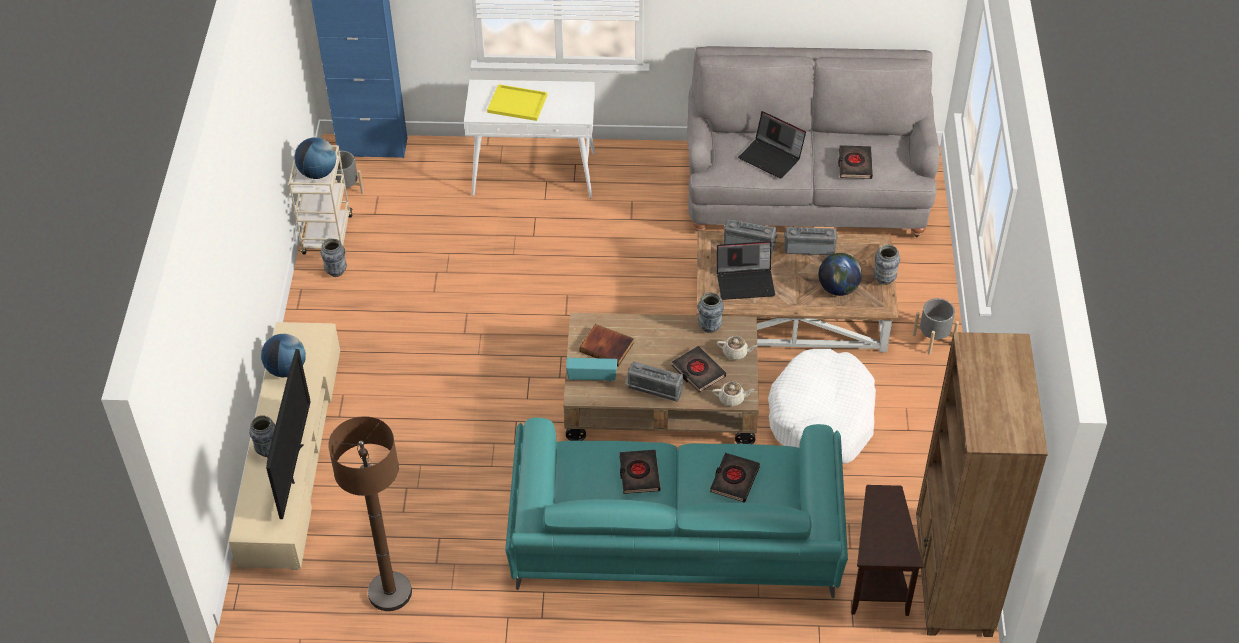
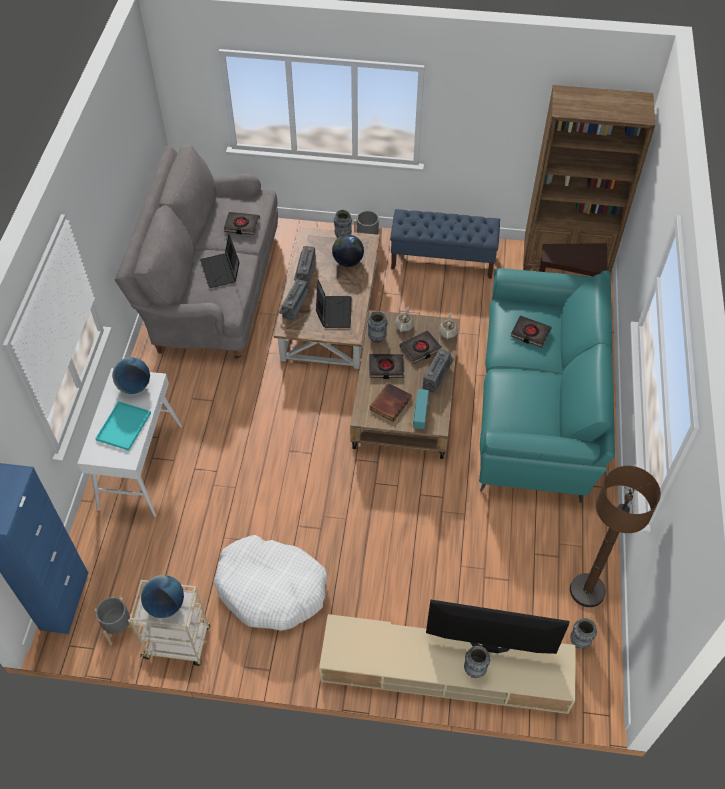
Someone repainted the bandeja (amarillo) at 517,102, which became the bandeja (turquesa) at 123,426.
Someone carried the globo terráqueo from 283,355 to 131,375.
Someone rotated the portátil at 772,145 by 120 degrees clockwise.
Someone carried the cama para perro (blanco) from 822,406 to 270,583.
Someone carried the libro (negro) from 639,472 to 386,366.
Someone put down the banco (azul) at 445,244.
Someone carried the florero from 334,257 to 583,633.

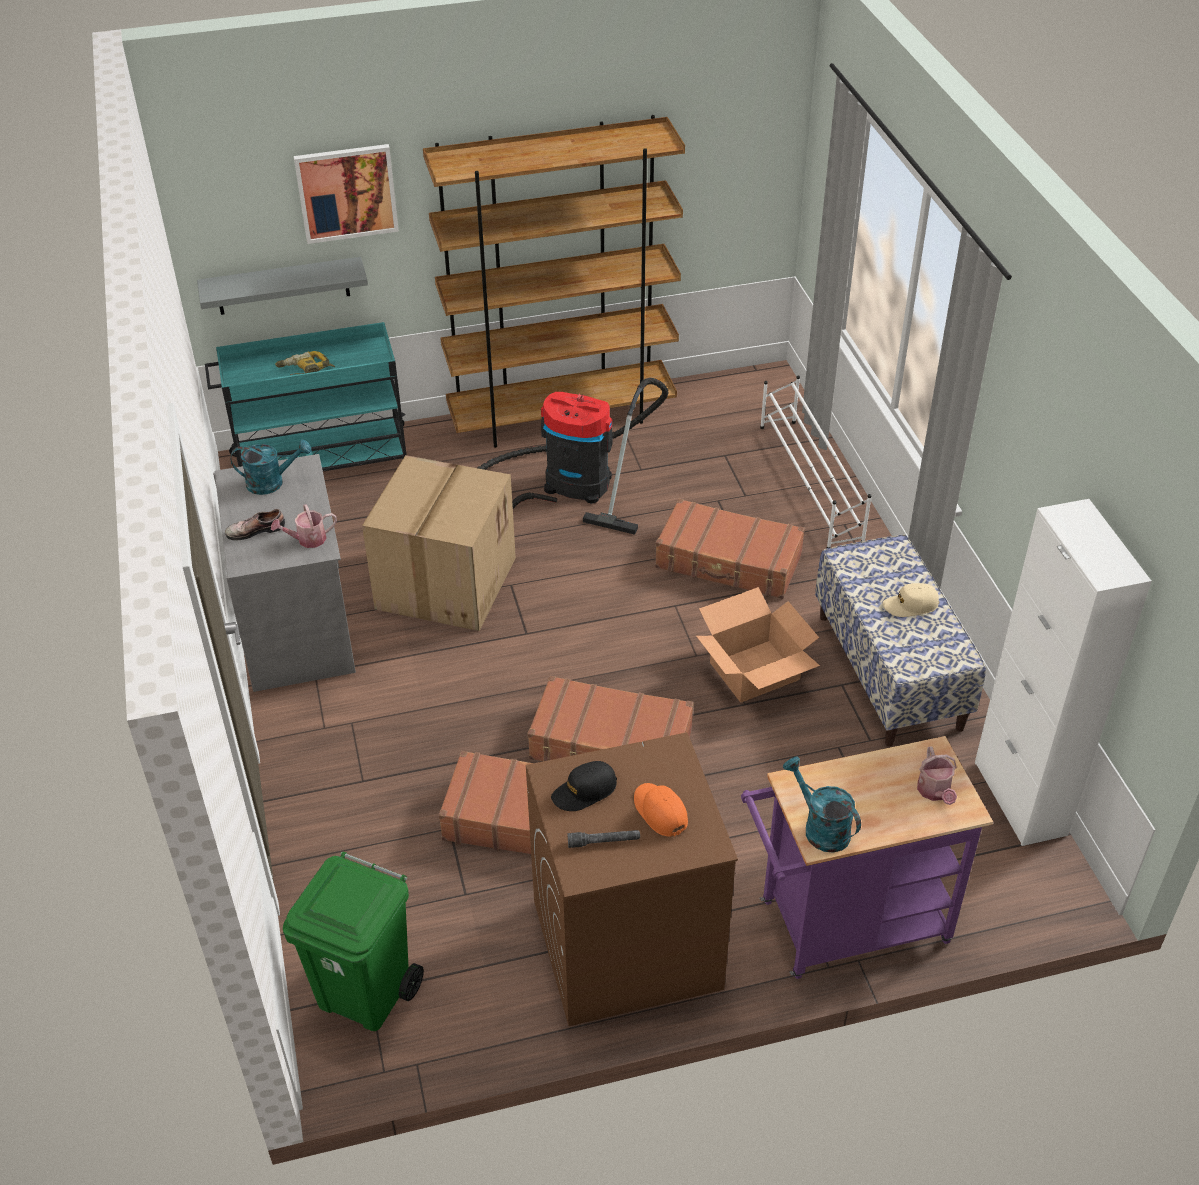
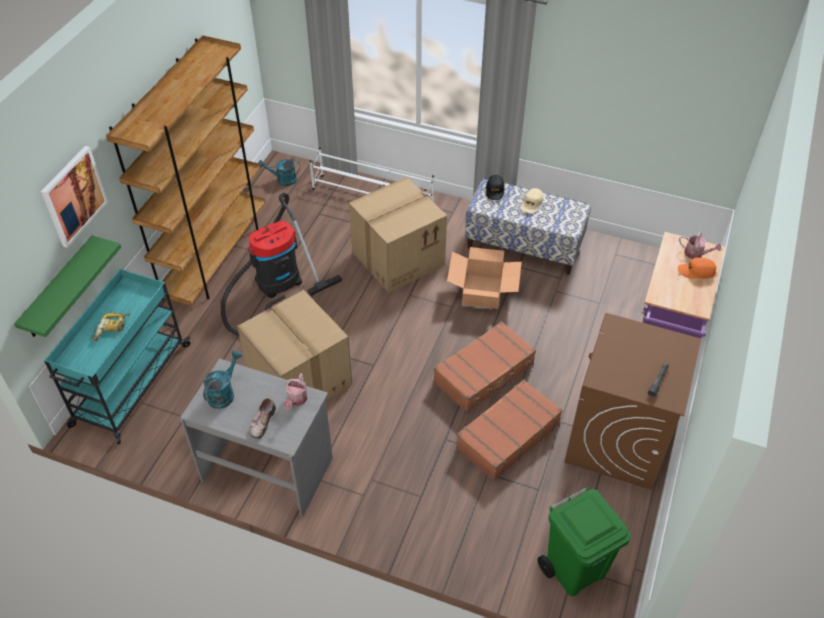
Someone repainted the estante (gris) at 282,286, which became the estante (verde) at 67,286.
Someone carried the regadera (turquesa) from 822,804 to 279,172.
Someone swapped the maleta (marrón) at 730,549 for the caja de cartón at 398,235.
Someone carried the gorra (negro) from 584,786 to 495,187.
Someone carried the gorra (naranja) from 661,810 to 697,268.
Someone took away the armario (blanco) at 1063,672.

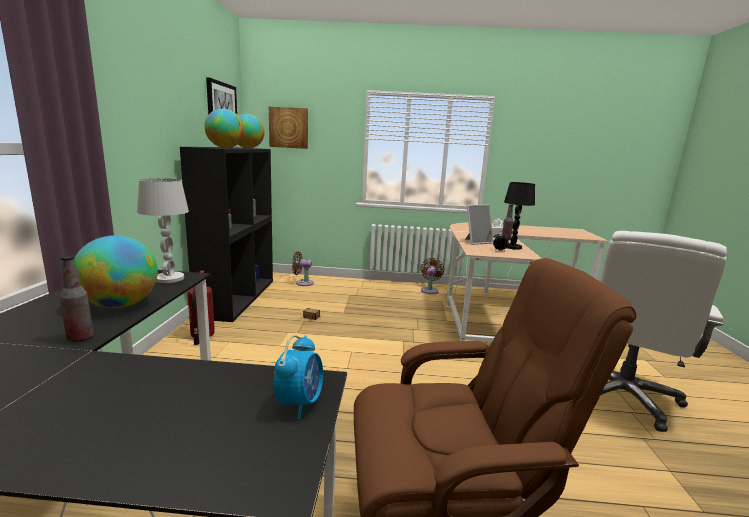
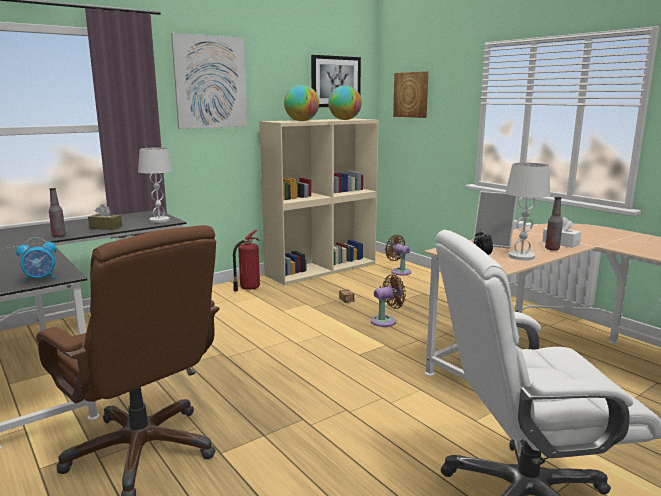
Someone swapped the globo terráqueo at 116,271 for the caja de pañuelos (marrón) at 105,217.
Someone put up the cuadro at 209,81.
Someone repainted the estantería (negro) at 226,234, which became the estantería (beis) at 319,202.
Someone carried the ventilador (marrón) from 432,276 to 388,300.
Someone repainted the lámpara de mesa (negro) at 519,216, which became the lámpara de mesa (blanco) at 528,212.

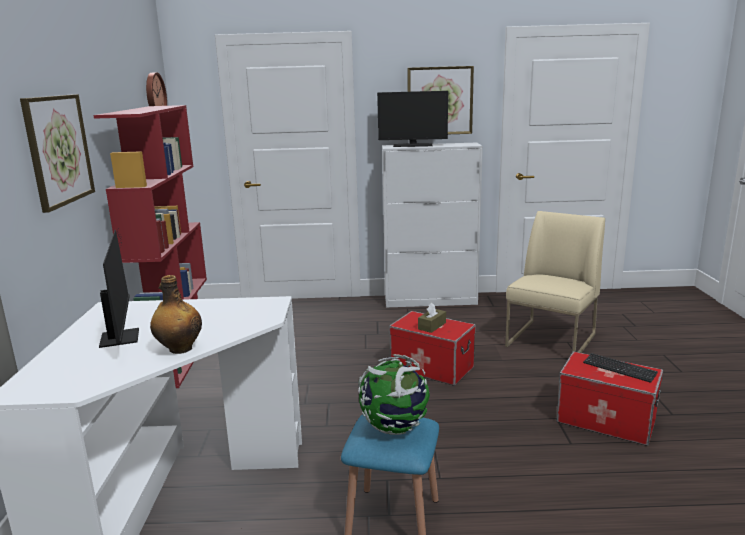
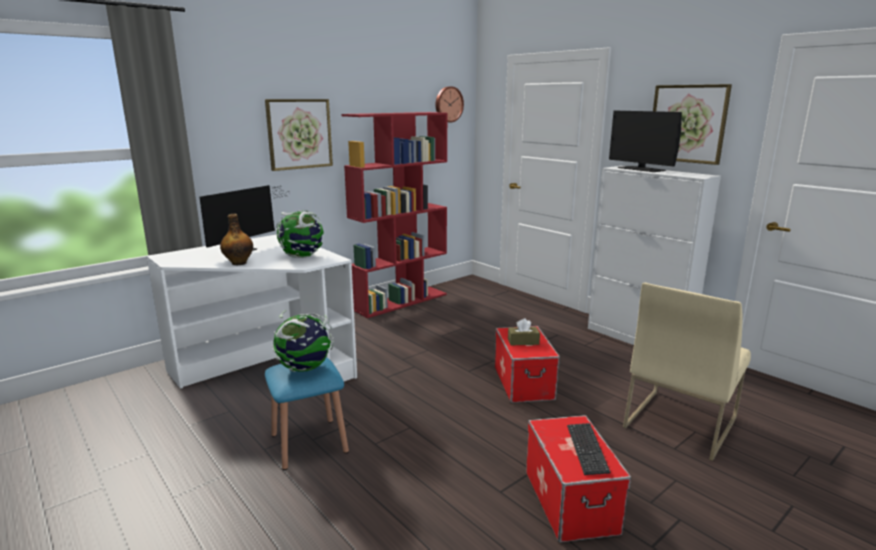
Someone put down the globo terráqueo at 300,234.
Someone rotated the silla (beis) at 555,282 by 135 degrees clockwise.

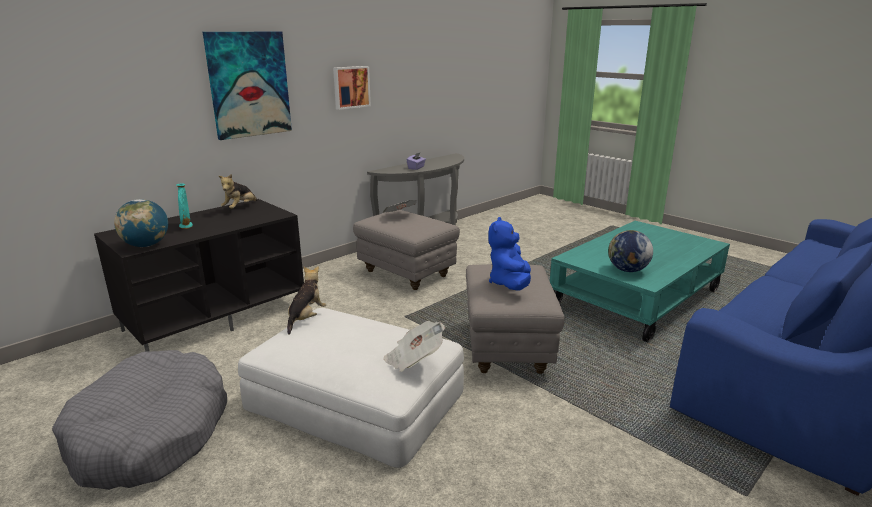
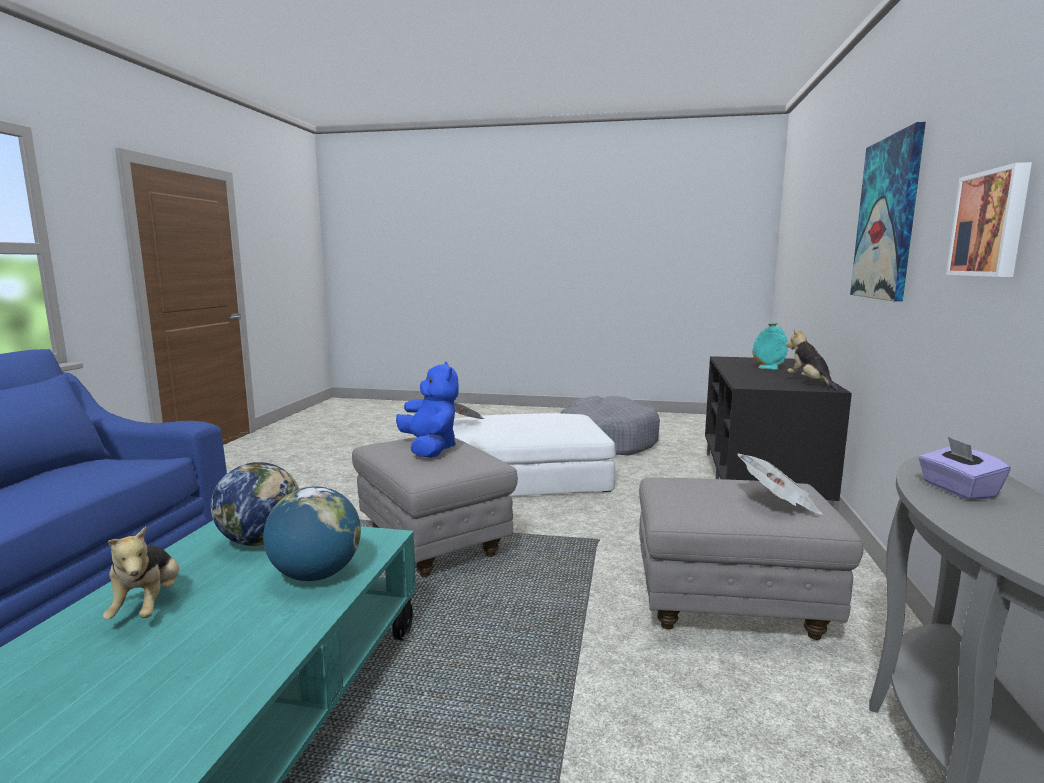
Someone carried the peluche from 306,300 to 141,572.
Someone carried the globo terráqueo from 141,223 to 312,533.

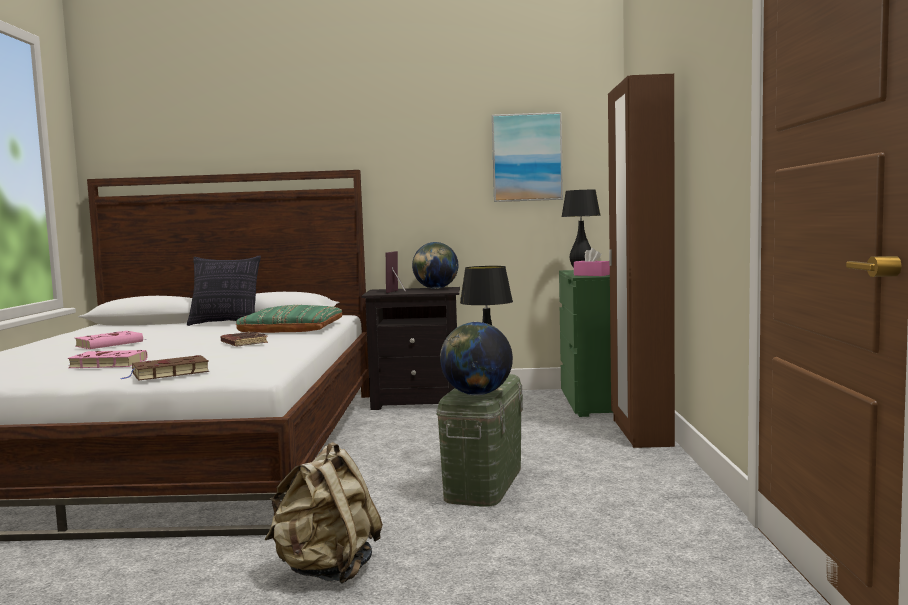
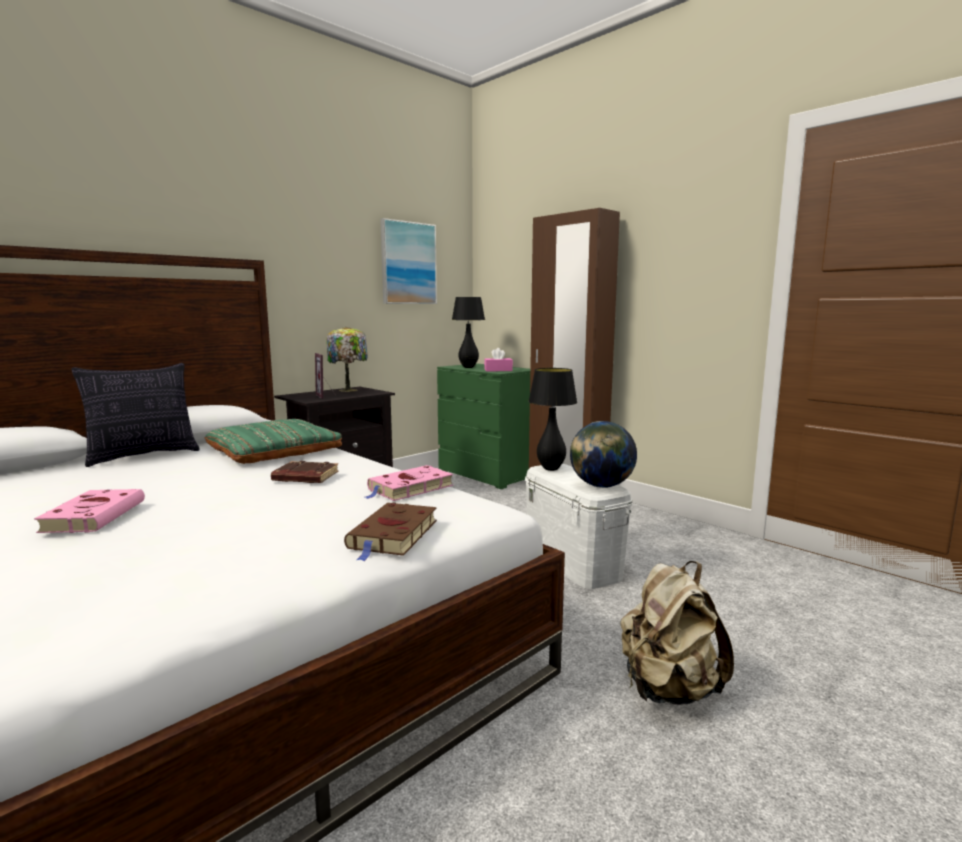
Someone swapped the globo terráqueo at 435,265 for the lámpara de mesa at 347,359.
Someone carried the libro (rosa) from 107,359 to 409,483.
Someone repainted the caja de almacenaje (verde) at 479,440, which became the caja de almacenaje (blanco) at 578,526.

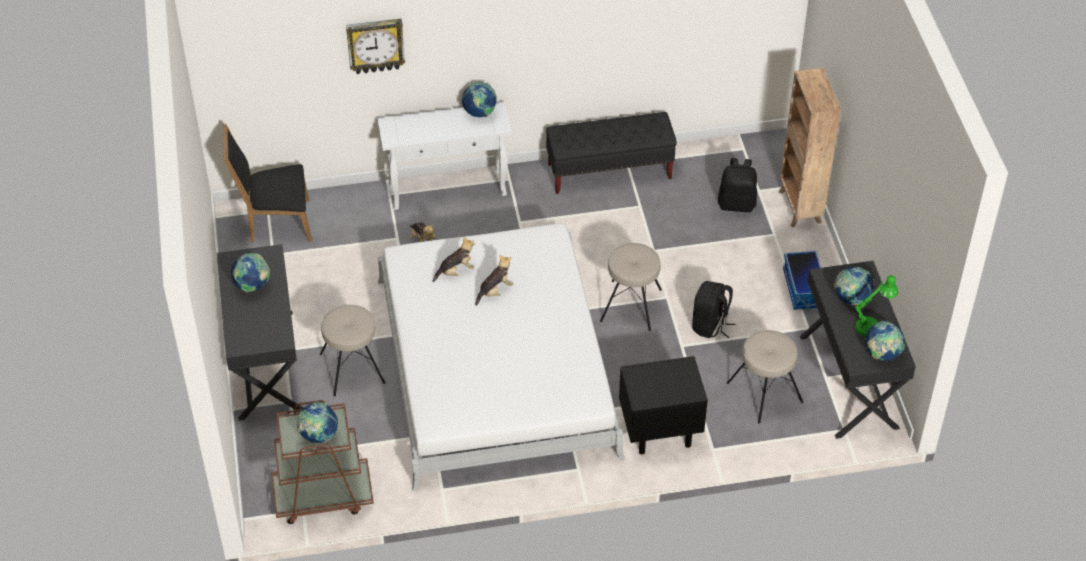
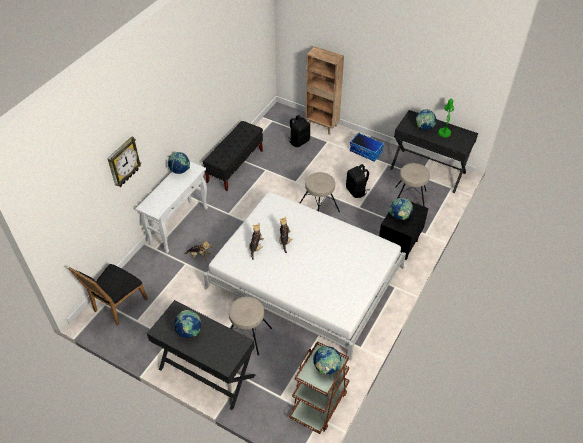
Someone carried the globo terráqueo from 885,341 to 401,209.

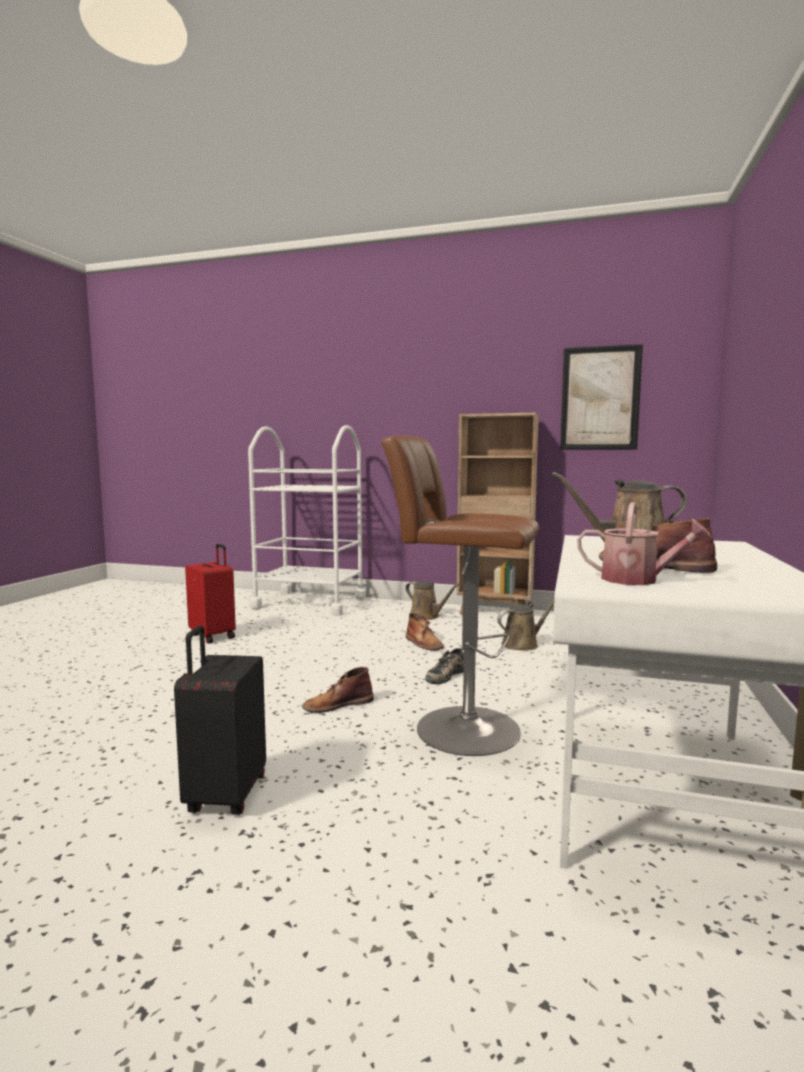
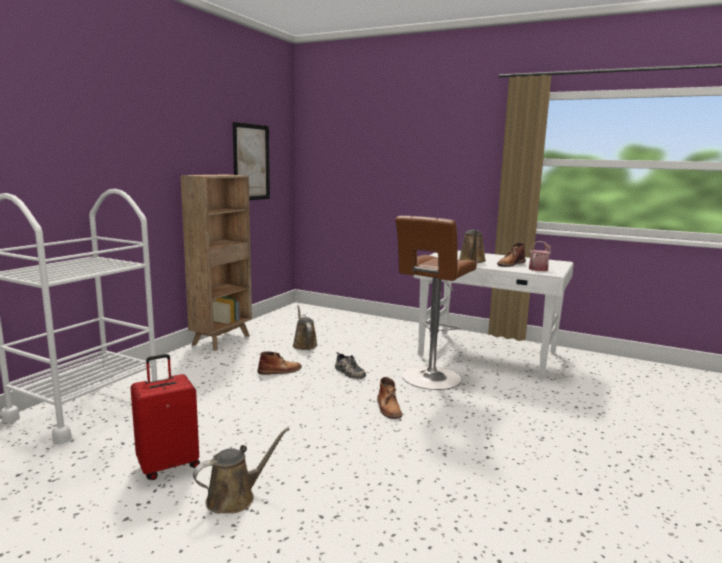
Someone carried the regadera (marrón) from 432,600 to 241,470.
Someone took away the maleta (negro) at 220,720.

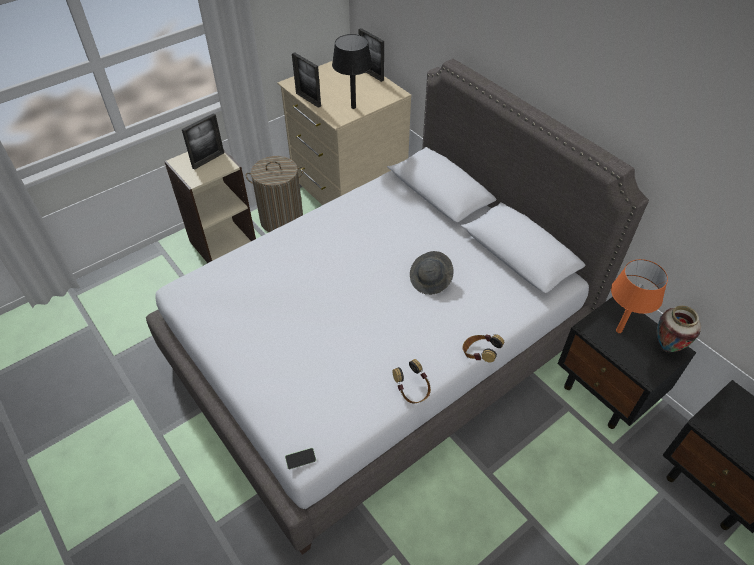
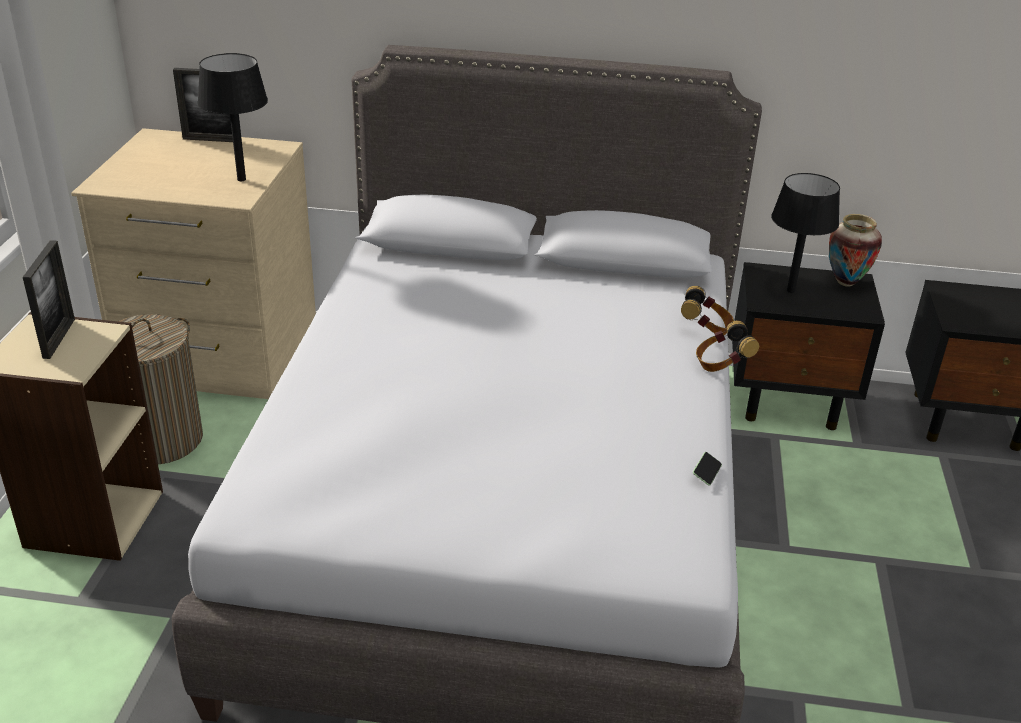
Someone carried the auriculares from 412,381 to 707,310.
Someone carried the móvil from 300,458 to 707,469.
Someone repainted the lámpara de mesa (naranja) at 639,296, which became the lámpara de mesa (negro) at 805,233.
Someone took away the portarretratos at 306,80.
Someone took away the sombrero (gris) at 431,273.

